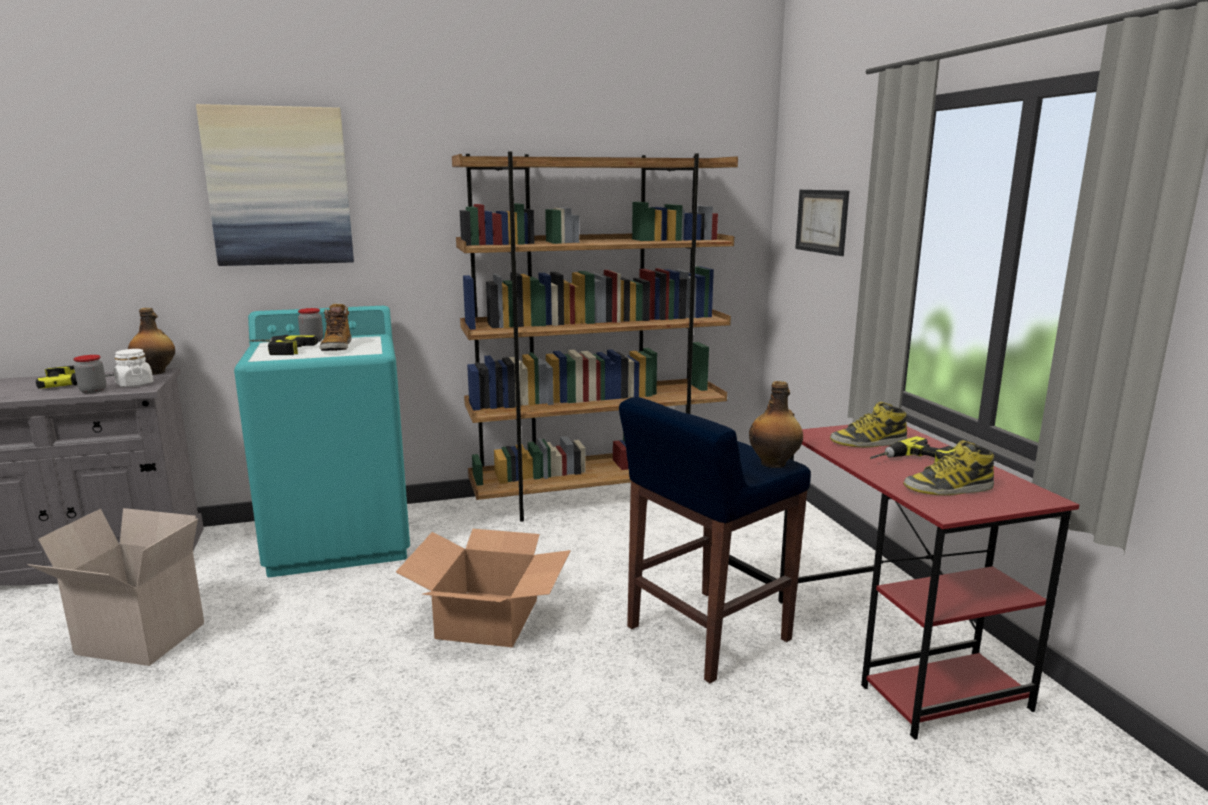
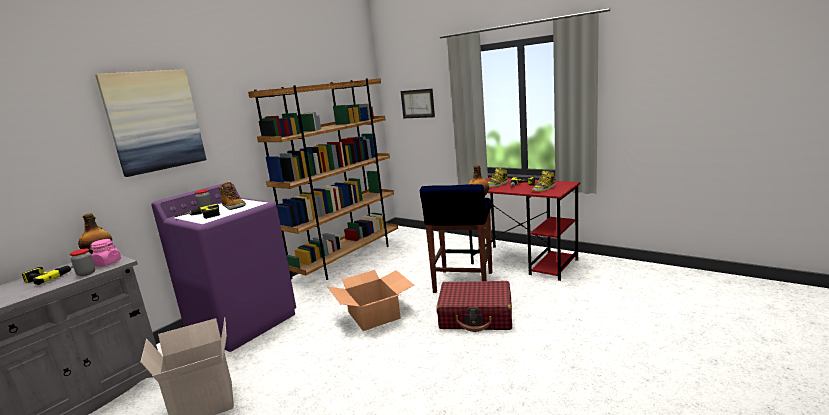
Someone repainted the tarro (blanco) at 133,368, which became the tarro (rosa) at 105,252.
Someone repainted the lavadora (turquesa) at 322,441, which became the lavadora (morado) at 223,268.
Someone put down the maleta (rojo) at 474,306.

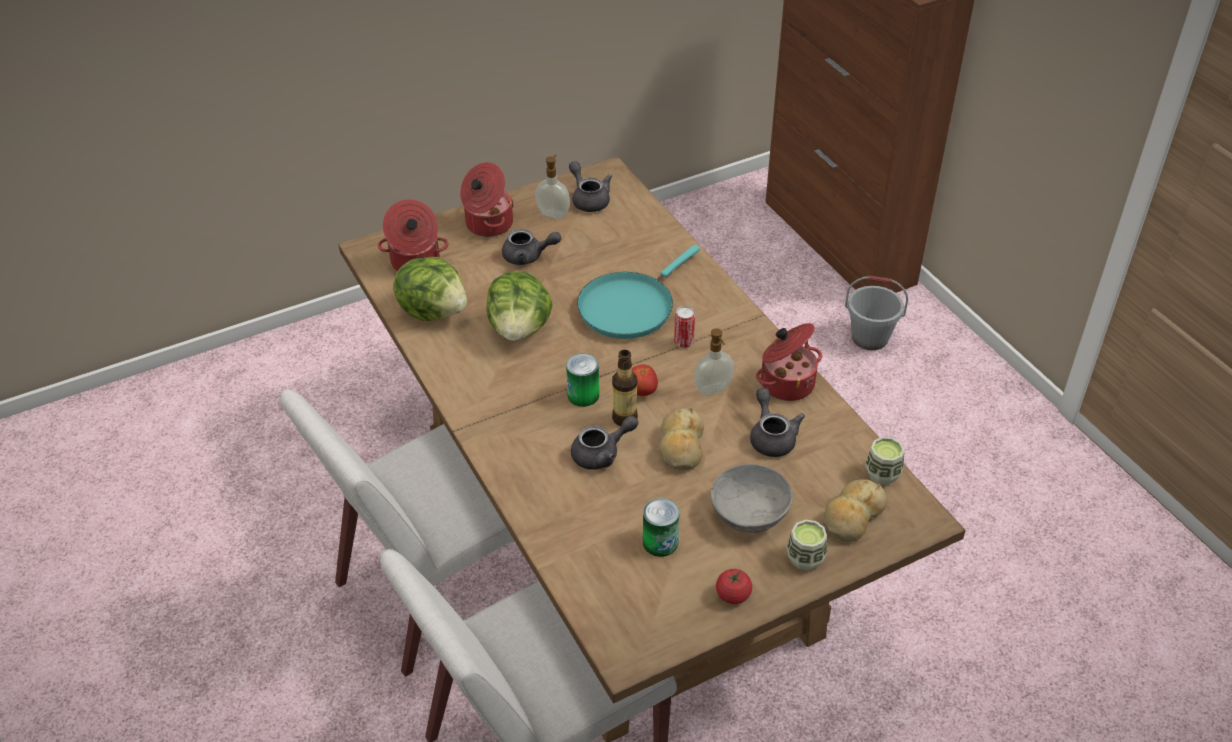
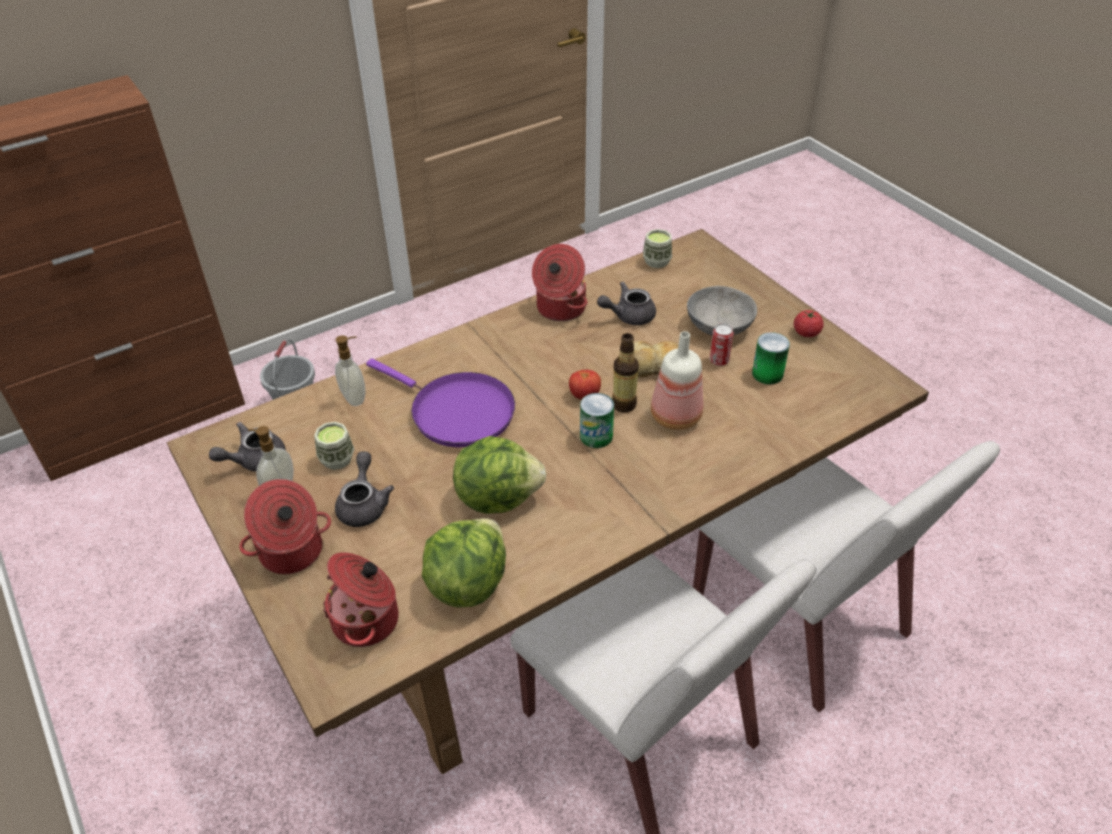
Someone carried the taza from 807,545 to 334,446.
Someone carried the dispensador de jabón from 714,362 to 350,371.
Someone repainted the sartén (turquesa) at 638,292, which became the sartén (morado) at 440,403.
Someone swapped the tetera (gris) at 604,443 for the botella at 677,380.
Someone carried the lata from 684,327 to 722,344.
Someone took away the pan at 855,510.

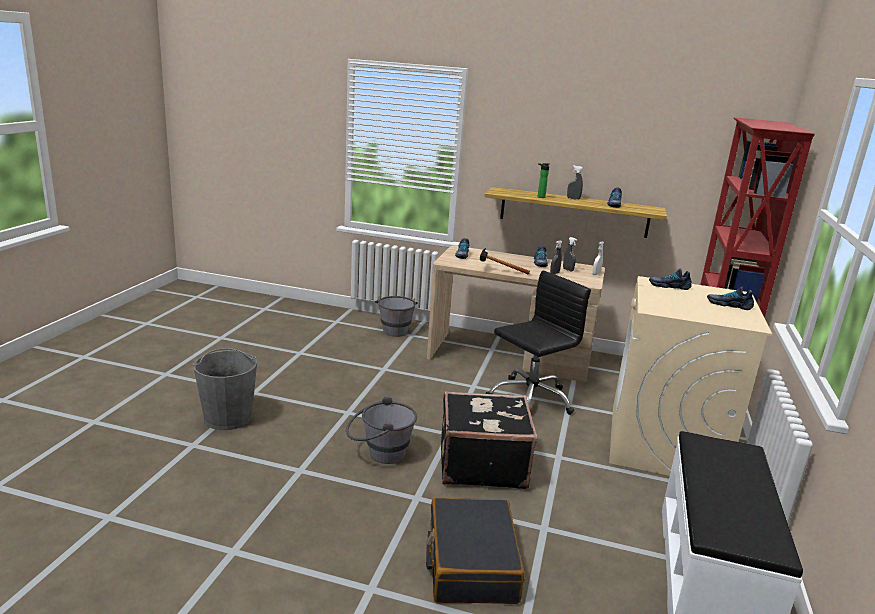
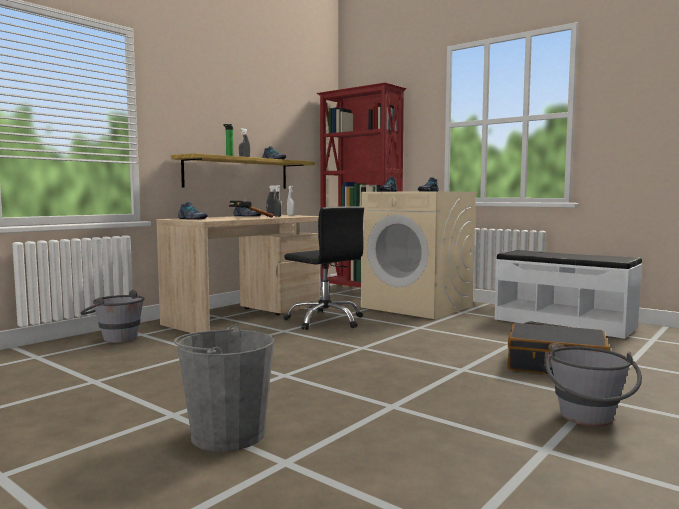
Someone rotated the silla de oficina (negro) at 538,343 by 150 degrees clockwise.
Someone carried the cubo (gris) from 381,430 to 593,385.
Someone took away the maleta (negro) at 489,440.

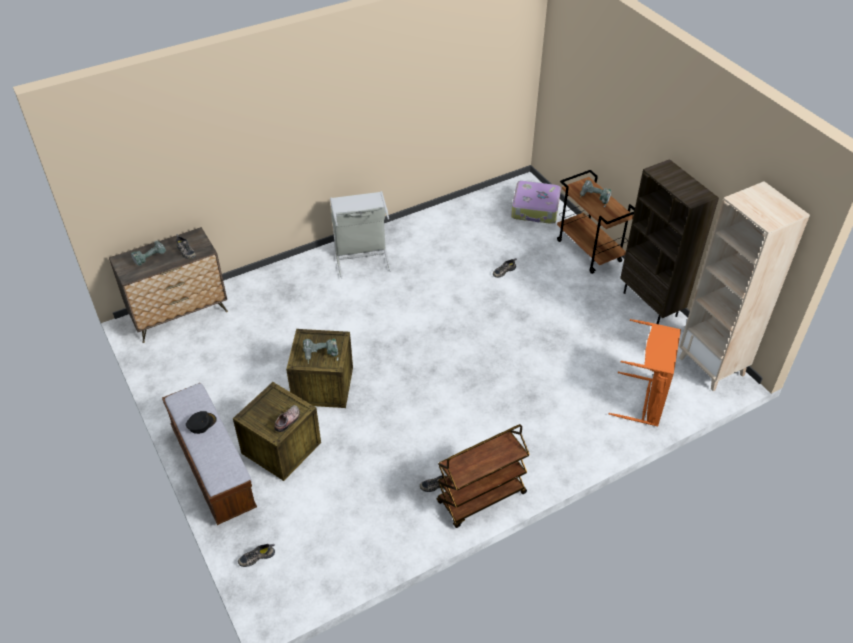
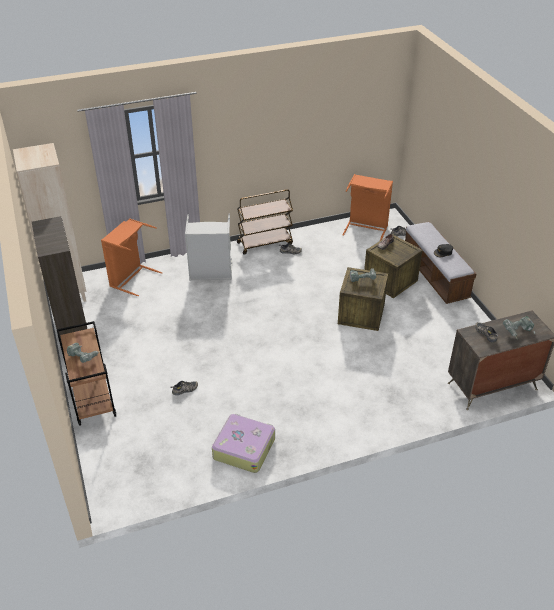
Someone carried the cesto de la ropa (gris) from 360,235 to 208,247.
Someone carried the maleta from 536,202 to 243,443.
Someone put down the cesto de la ropa (naranja) at 368,207.

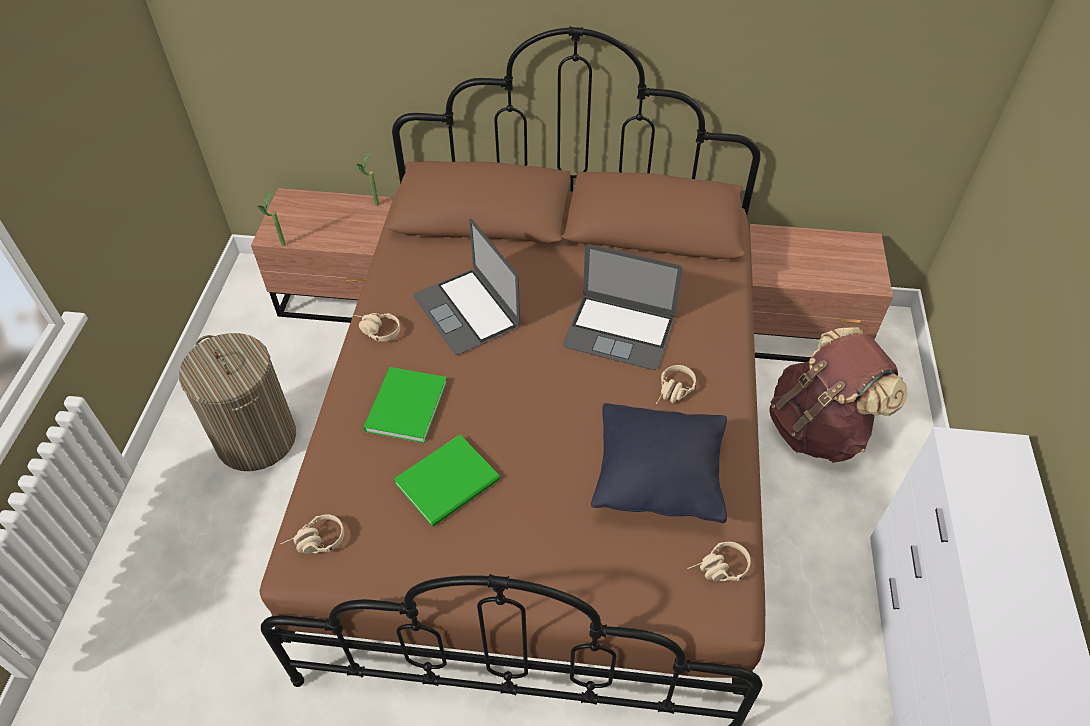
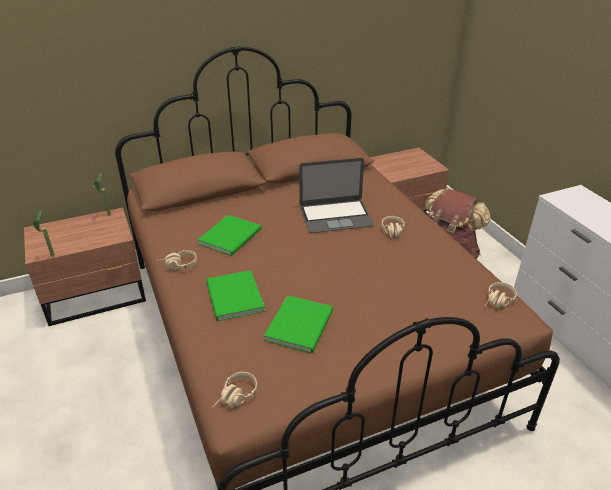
Someone swapped the portátil at 466,287 for the libro (verde) at 229,235.
Someone took away the cesto de la ropa at 237,402.
Someone took away the cojín (negro) at 659,463.

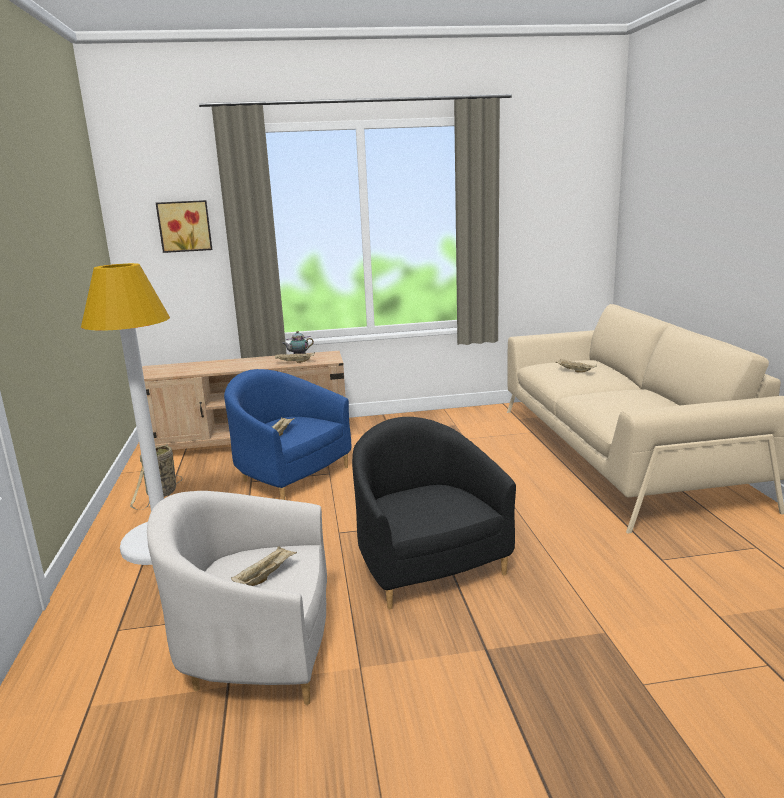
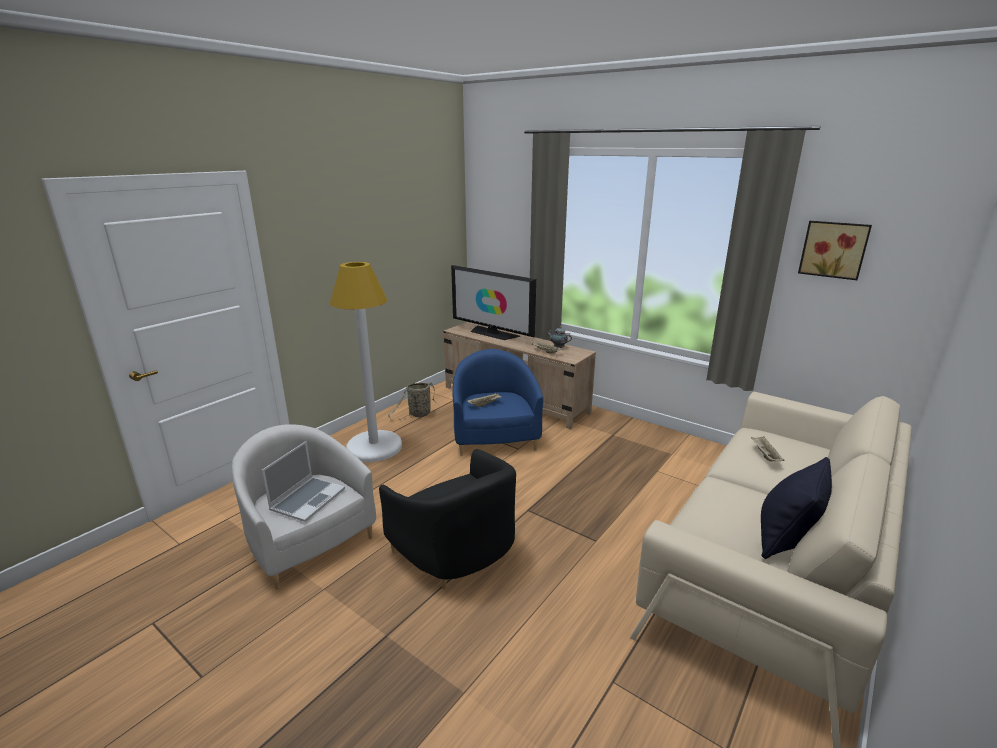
Someone swapped the bandeja (beis) at 264,566 for the portátil at 303,481.
Someone rotated the sillón (negro) at 434,513 by 120 degrees clockwise.
Someone put down the televisor at 493,302.
Someone put down the cojín (negro) at 796,508.
Someone carried the cuadro from 184,226 to 835,250.

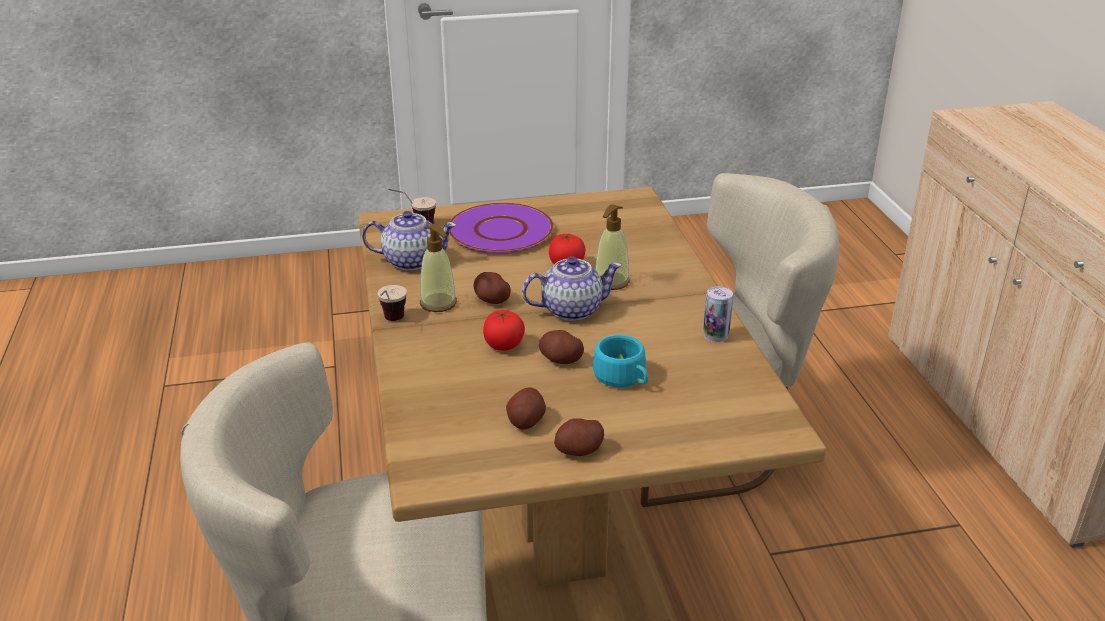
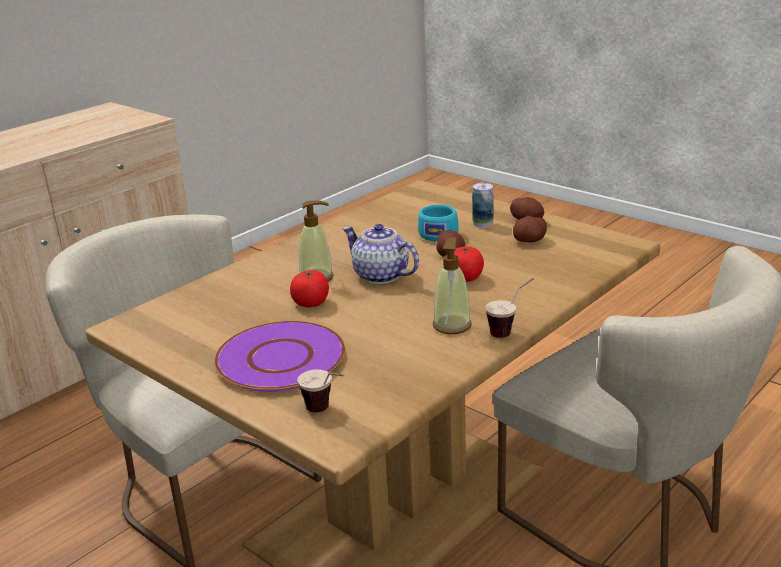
Someone carried the lata from 718,314 to 483,205.
Someone took away the tetera at 409,240.
Someone took away the patata at 492,288.

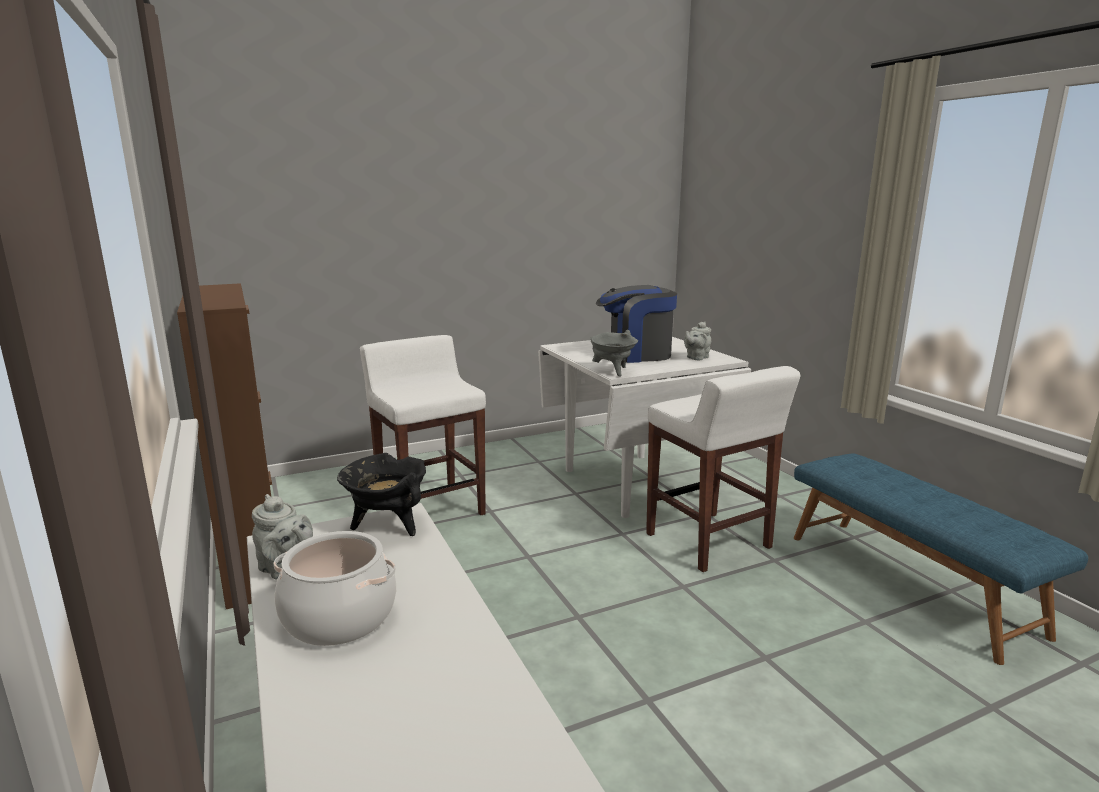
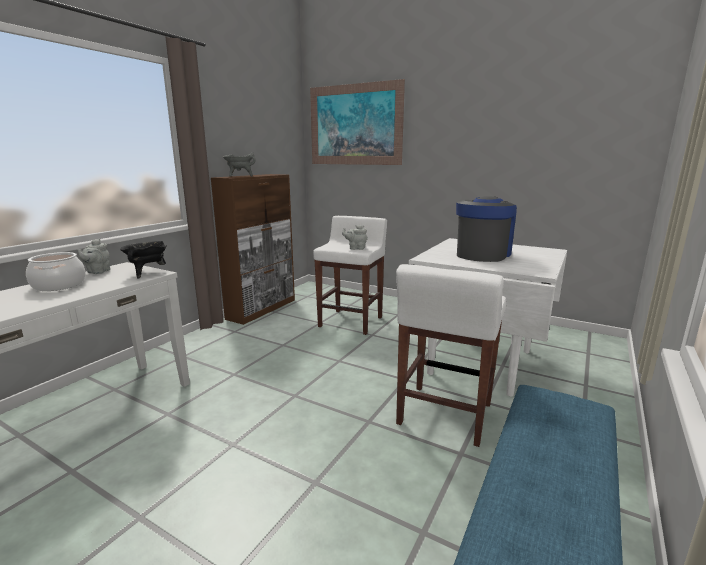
Someone carried the olla (gris) from 614,353 to 239,164.
Someone put up the cuadro at 357,122.
Someone carried the tetera (gris) from 697,341 to 355,237.
Someone rotated the cafetera at 635,324 by 75 degrees clockwise.

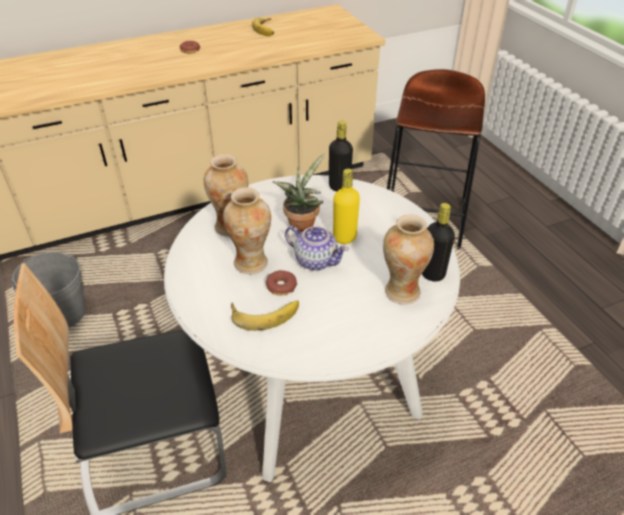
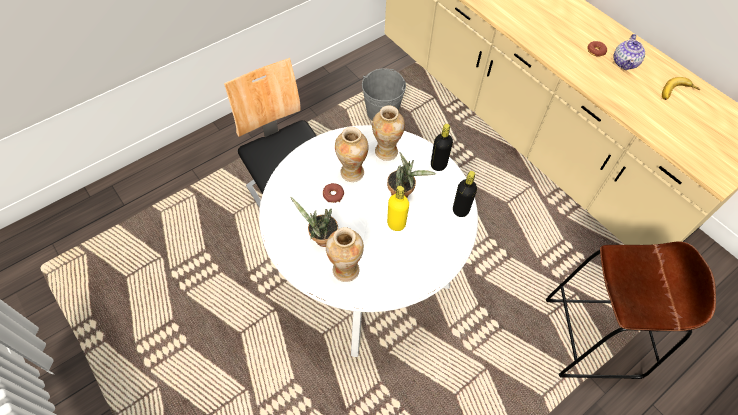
Someone put down the planta en maceta at 314,221.
Someone carried the botella (negro) from 438,242 to 442,147.
Someone carried the tetera from 317,248 to 629,52.
Someone took away the plátano at 265,315.

